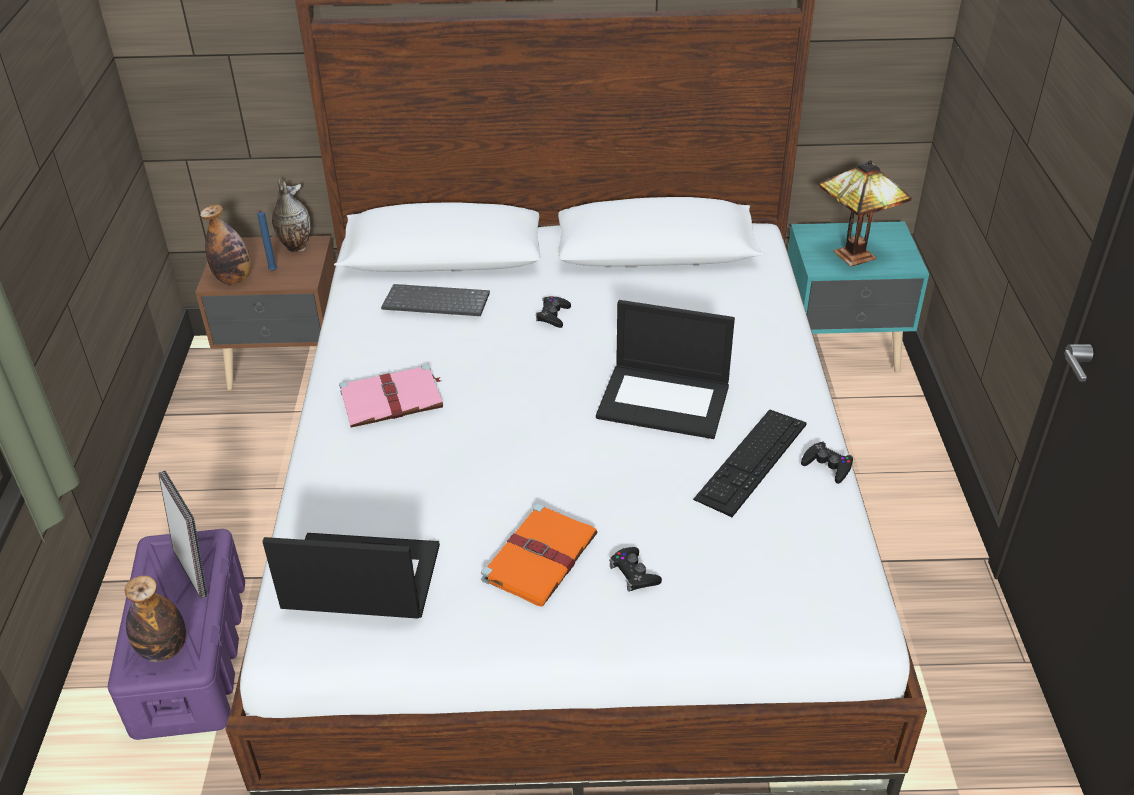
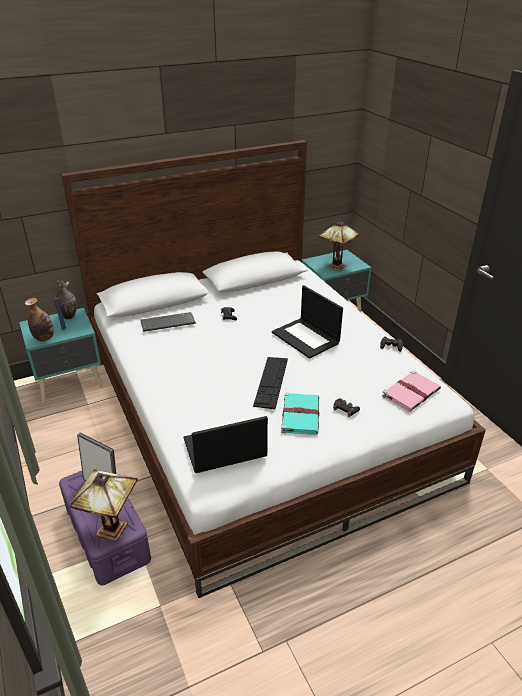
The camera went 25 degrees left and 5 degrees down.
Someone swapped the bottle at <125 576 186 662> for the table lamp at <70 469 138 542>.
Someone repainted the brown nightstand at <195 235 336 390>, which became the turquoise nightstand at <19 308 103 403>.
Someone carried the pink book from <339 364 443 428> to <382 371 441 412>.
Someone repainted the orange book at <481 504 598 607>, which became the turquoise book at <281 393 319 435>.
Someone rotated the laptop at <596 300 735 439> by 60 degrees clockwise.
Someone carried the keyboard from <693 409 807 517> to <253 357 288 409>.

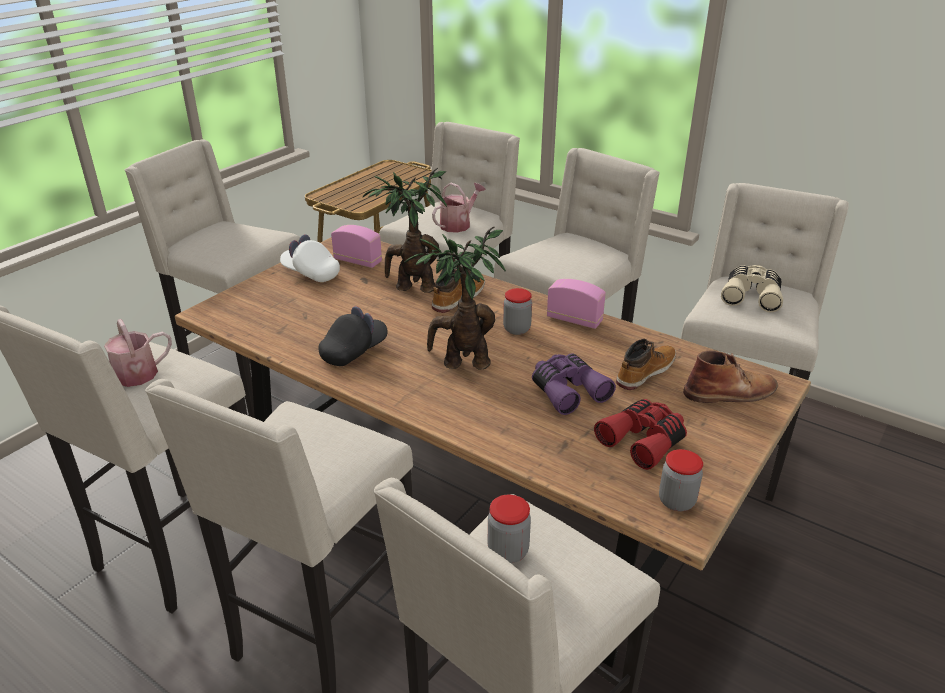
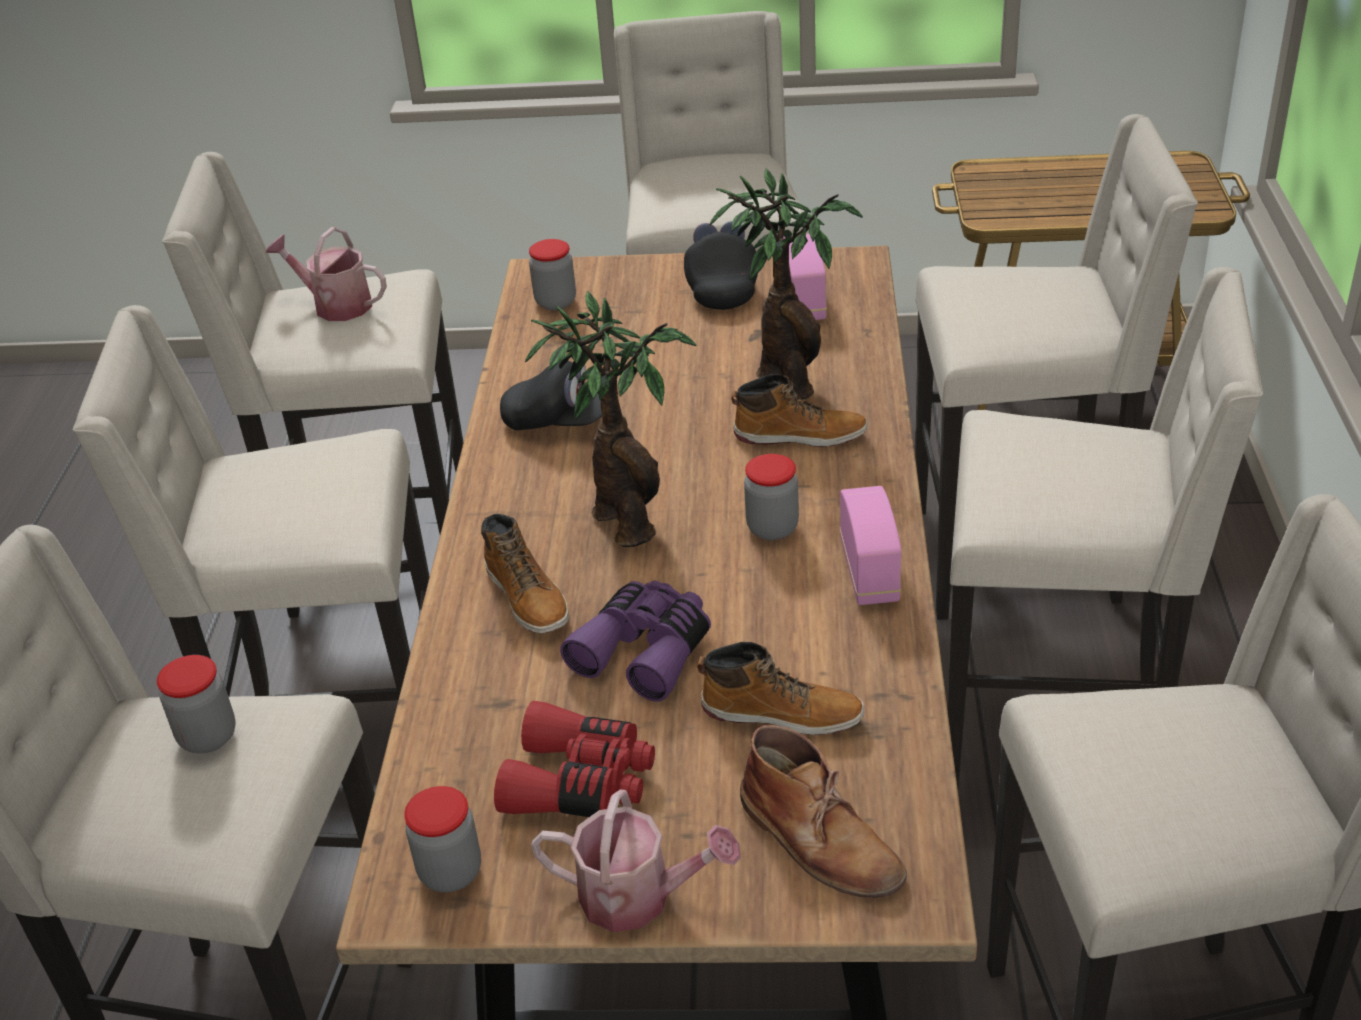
The camera went 60 degrees right and 5 degrees up.
Someone repainted the white cap at <280 234 340 282>, which became the black cap at <684 221 758 310>.
Someone carried the watering can from <432 183 486 233> to <531 789 741 932>.
Someone took away the beige binoculars at <721 265 783 312>.
Someone put down the boot at <481 514 569 633>.
Someone put down the jar at <529 239 576 310>.

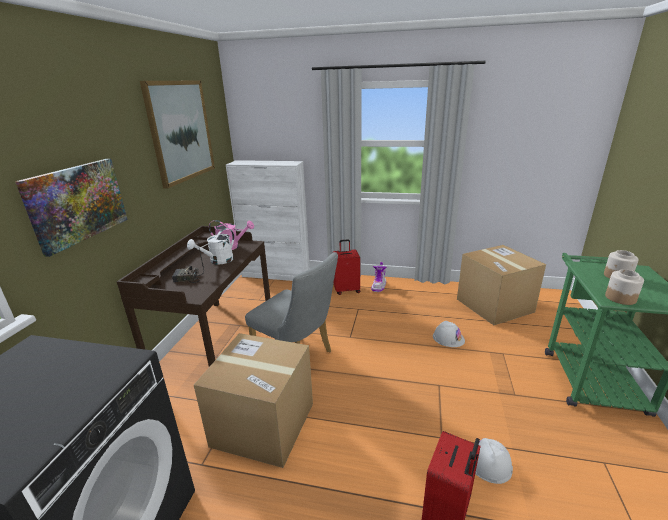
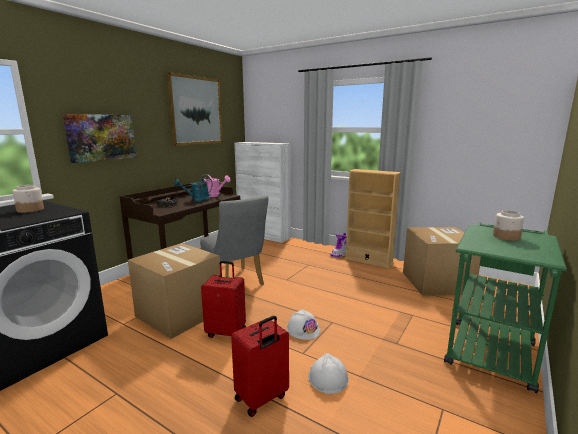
The camera went 20 degrees right and 10 degrees down.
Someone repainted the white watering can at <187 228 234 265>, which became the turquoise watering can at <174 177 213 202>.
Someone carried the red suitcase from <333 239 360 295> to <201 261 246 338>.
Someone carried the white hard hat from <433 321 465 347> to <287 309 320 340>.
Someone carried the jar from <605 269 644 305> to <12 185 44 213>.
Someone put down the beige bookcase at <345 169 401 269>.

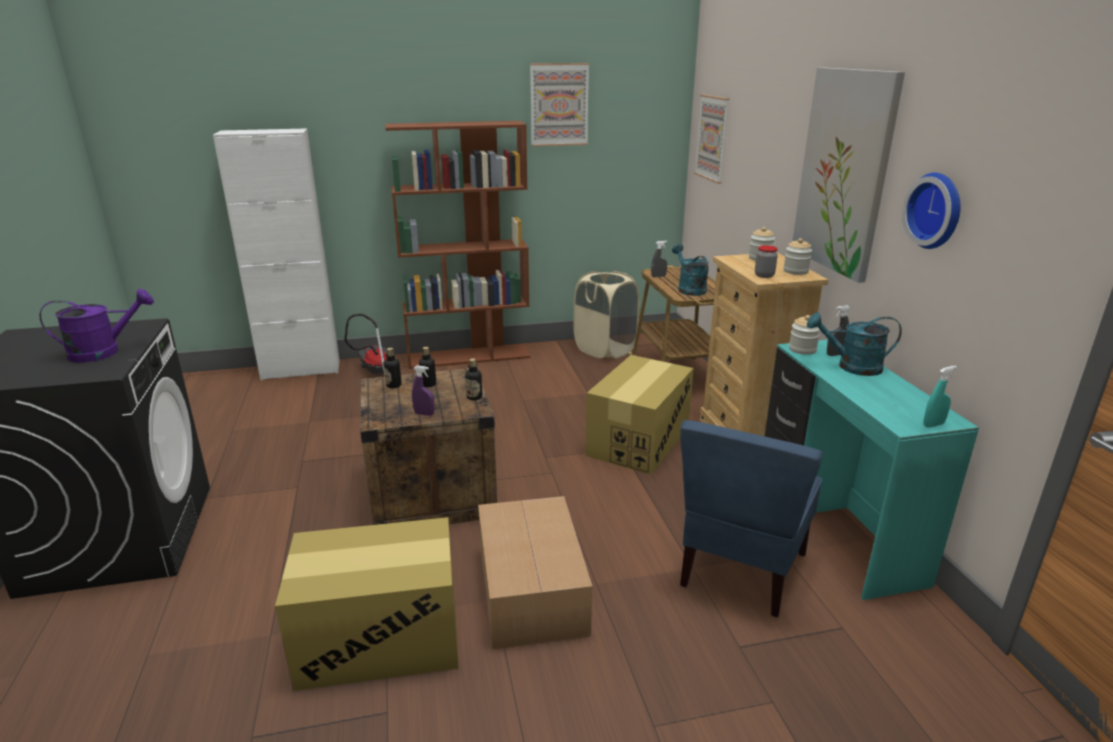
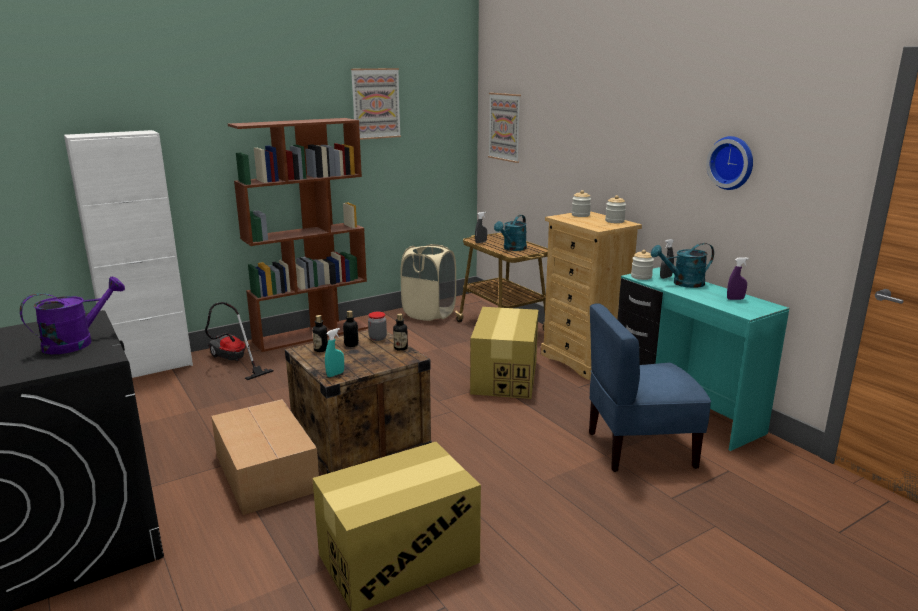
The camera went 20 degrees left and 5 degrees down.
Someone carried the purple spray bottle from <412 365 434 416> to <727 257 749 300>.
Someone carried the cardboard box from <478 496 592 649> to <211 399 319 515>.
Someone rotated the turquoise watering can at <672 244 709 296> by 105 degrees counterclockwise.
Someone rotated the blue chair at <680 420 823 617> by 75 degrees clockwise.
Someone carried the jar from <755 245 778 278> to <368 312 387 341>.
Someone took away the picture at <792 67 905 283>.
Someone carried the turquoise spray bottle from <923 366 957 428> to <325 328 344 377>.

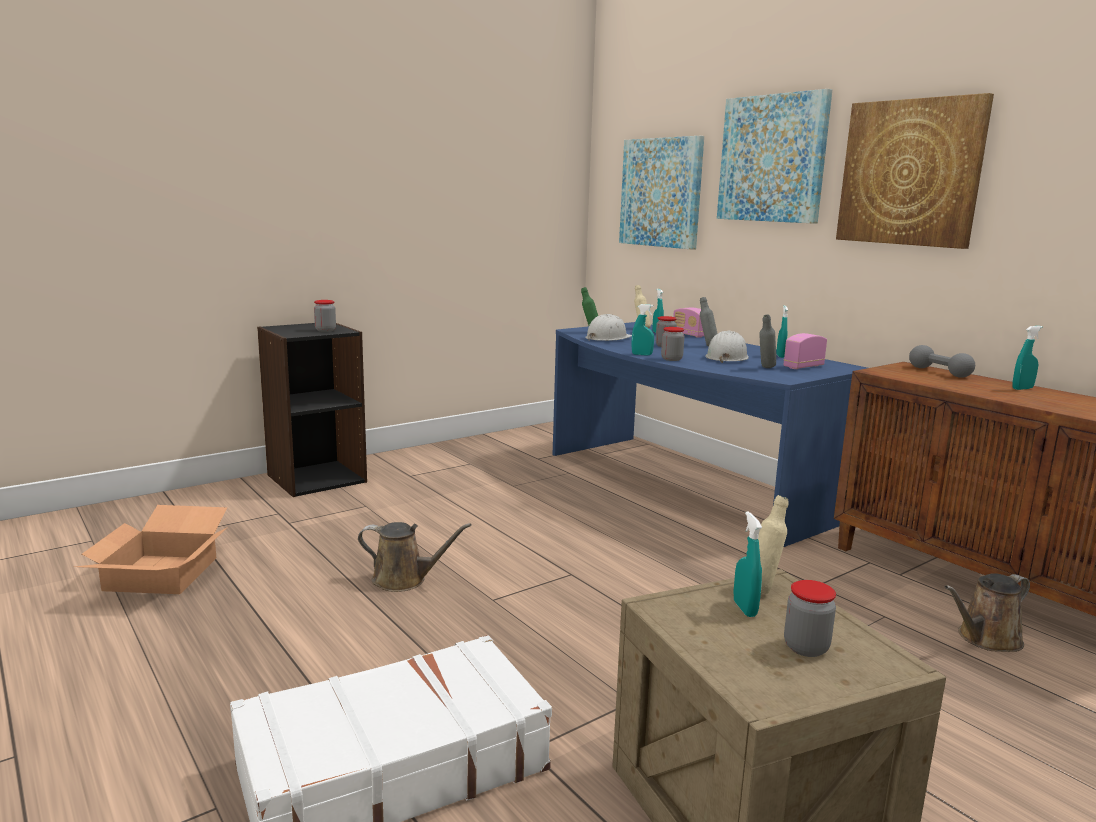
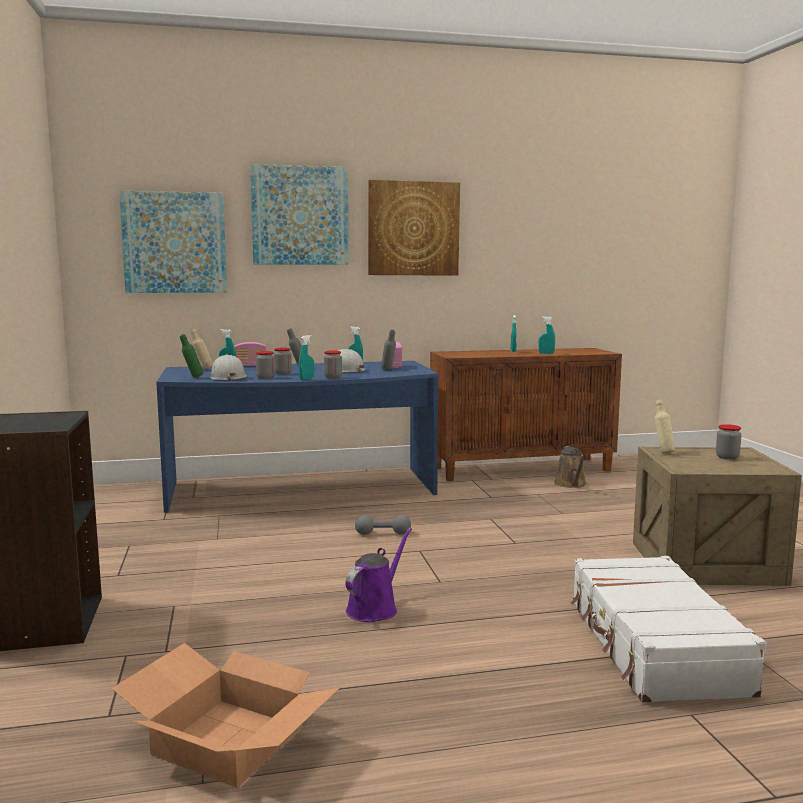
The camera went 65 degrees left and 5 degrees down.
Someone carried the jar from <314 300 336 332> to <256 351 275 379>.
Someone repainted the brown watering can at <358 522 472 592>, which became the purple watering can at <345 528 412 622>.
Someone carried the turquoise spray bottle from <734 511 762 617> to <539 316 555 354>.
Someone carried the grey dumbbell from <909 345 975 378> to <355 515 411 535>.

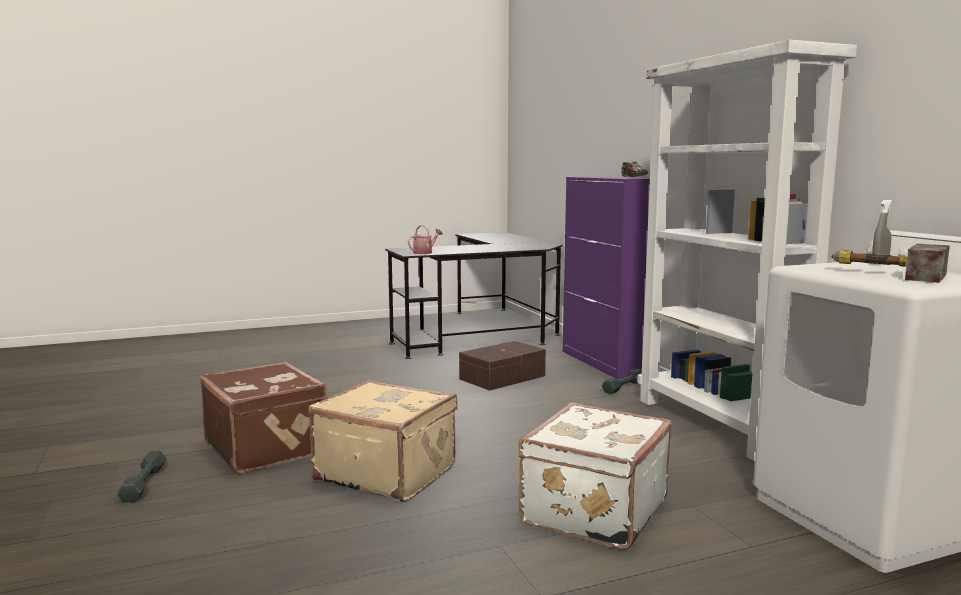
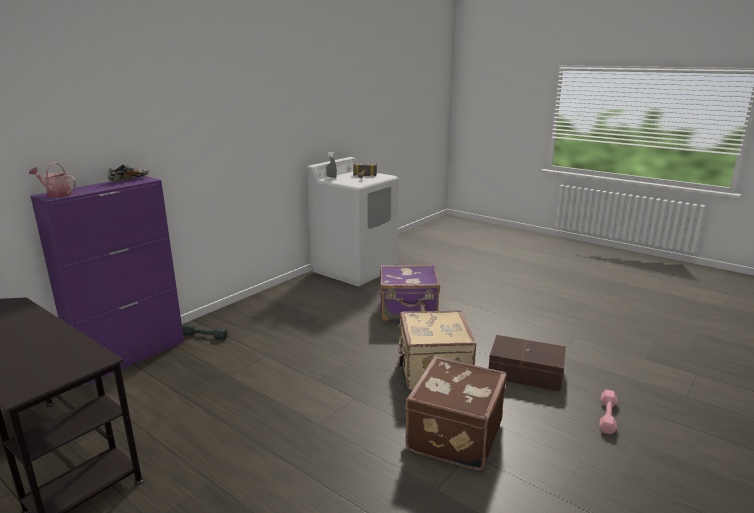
The camera went 120 degrees left and 10 degrees up.
Someone took away the grey dumbbell at <117 451 166 503>.
Someone carried the watering can from <408 225 443 254> to <29 162 76 198>.
Someone carried the brown storage box from <459 341 546 391> to <489 335 566 392>.
Someone repainted the white suitcase at <519 403 672 550>, which became the purple suitcase at <380 265 440 321>.
Someone took away the white bookcase at <637 40 857 461>.
Someone put down the pink dumbbell at <599 390 617 434>.

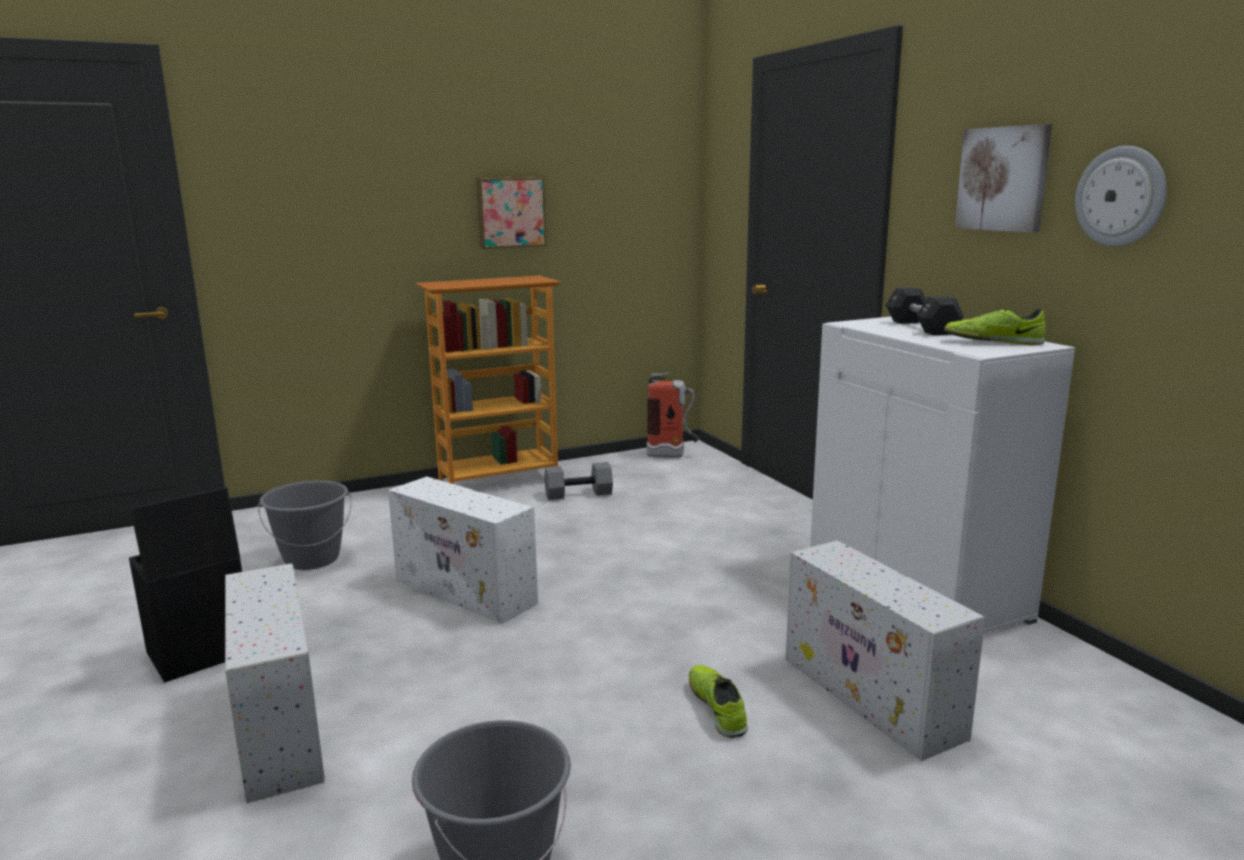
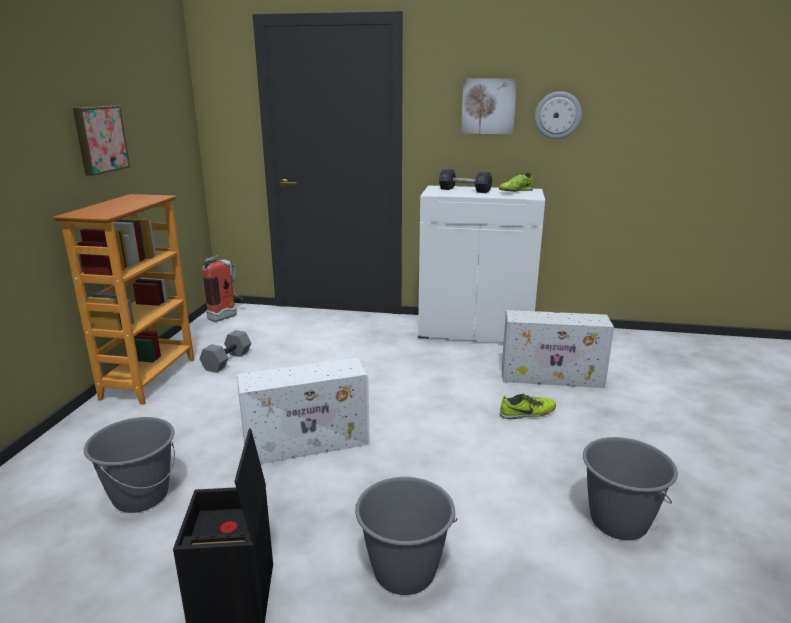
The camera went 55 degrees left and 5 degrees up.
Someone swapped the white storage box at <225 563 325 803> for the grey bucket at <355 477 457 595>.
Someone rotated the shoe at <689 665 748 738> by 150 degrees clockwise.

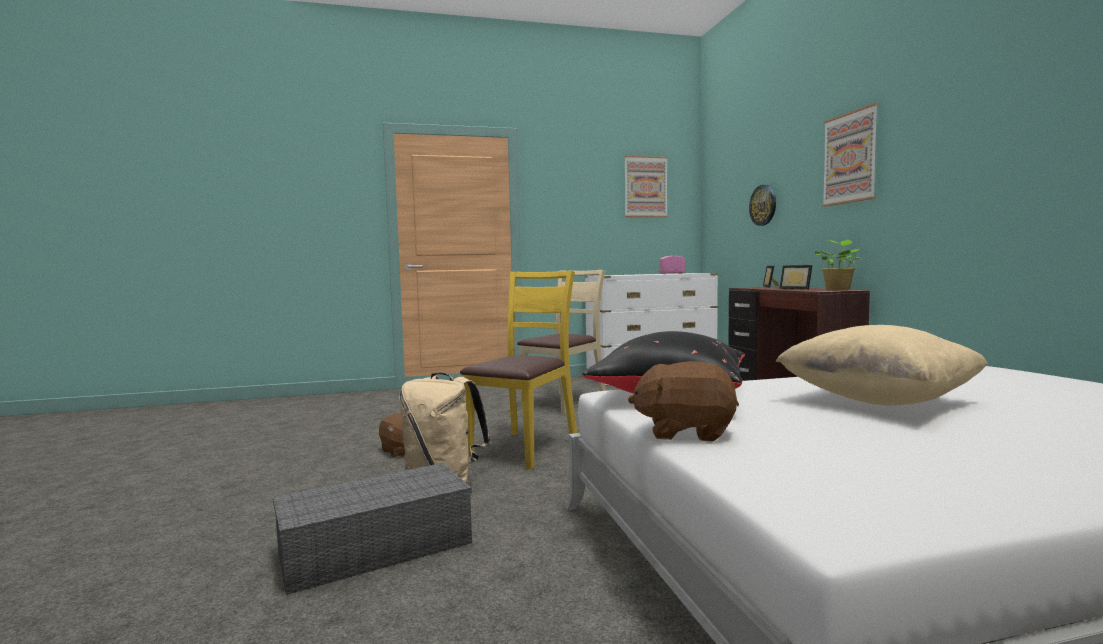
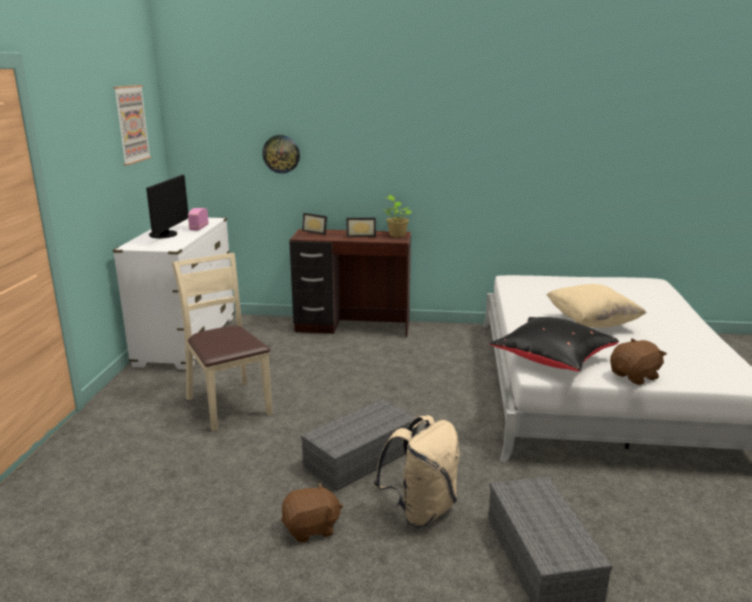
The camera went 70 degrees left and 15 degrees up.
Someone swapped the yellow chair at <460 271 577 470> for the grey storage box at <301 399 417 491>.
Someone rotated the brown plush toy at <628 361 739 442> by 150 degrees counterclockwise.
Someone took away the picture at <822 103 879 207>.
Someone put down the monitor at <146 175 188 238>.

